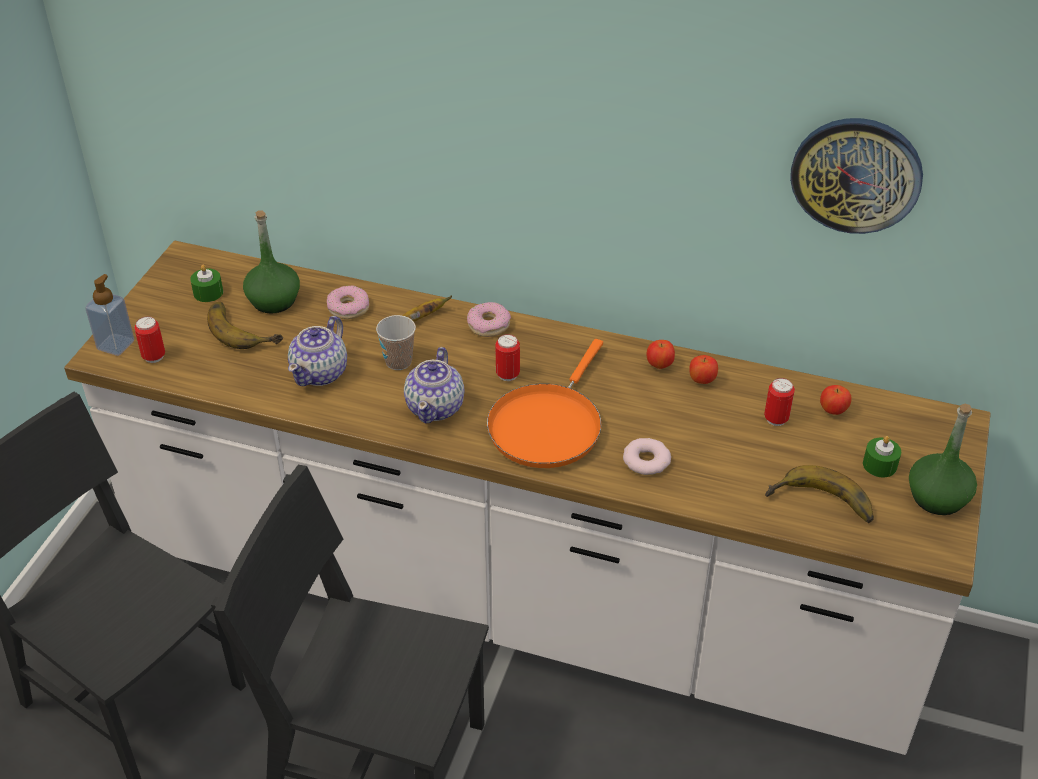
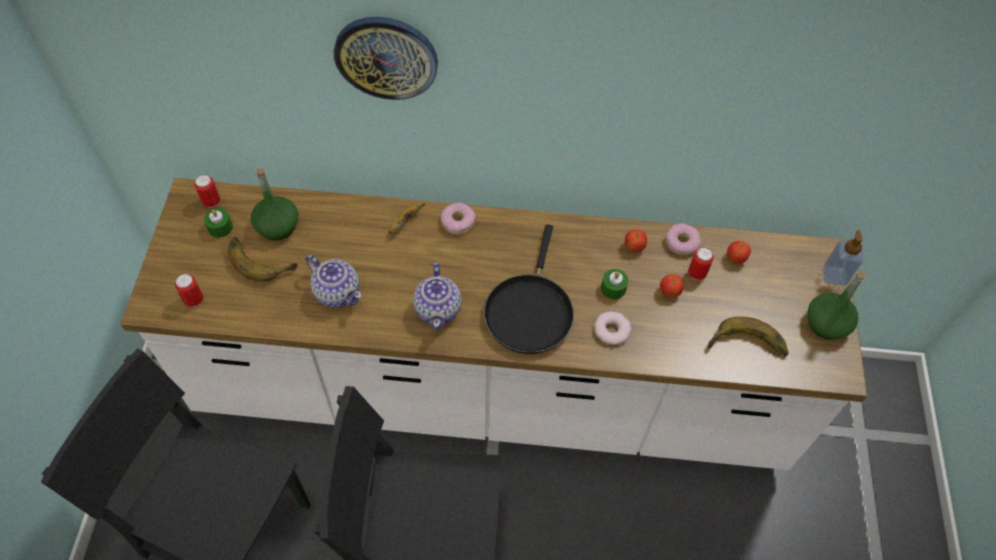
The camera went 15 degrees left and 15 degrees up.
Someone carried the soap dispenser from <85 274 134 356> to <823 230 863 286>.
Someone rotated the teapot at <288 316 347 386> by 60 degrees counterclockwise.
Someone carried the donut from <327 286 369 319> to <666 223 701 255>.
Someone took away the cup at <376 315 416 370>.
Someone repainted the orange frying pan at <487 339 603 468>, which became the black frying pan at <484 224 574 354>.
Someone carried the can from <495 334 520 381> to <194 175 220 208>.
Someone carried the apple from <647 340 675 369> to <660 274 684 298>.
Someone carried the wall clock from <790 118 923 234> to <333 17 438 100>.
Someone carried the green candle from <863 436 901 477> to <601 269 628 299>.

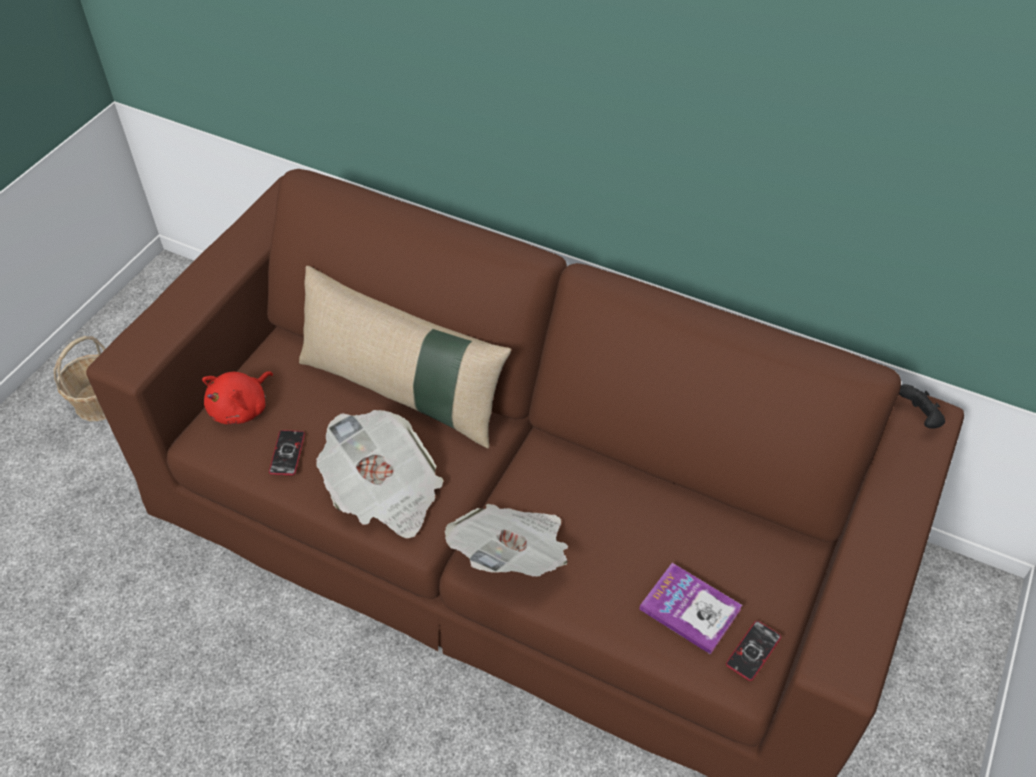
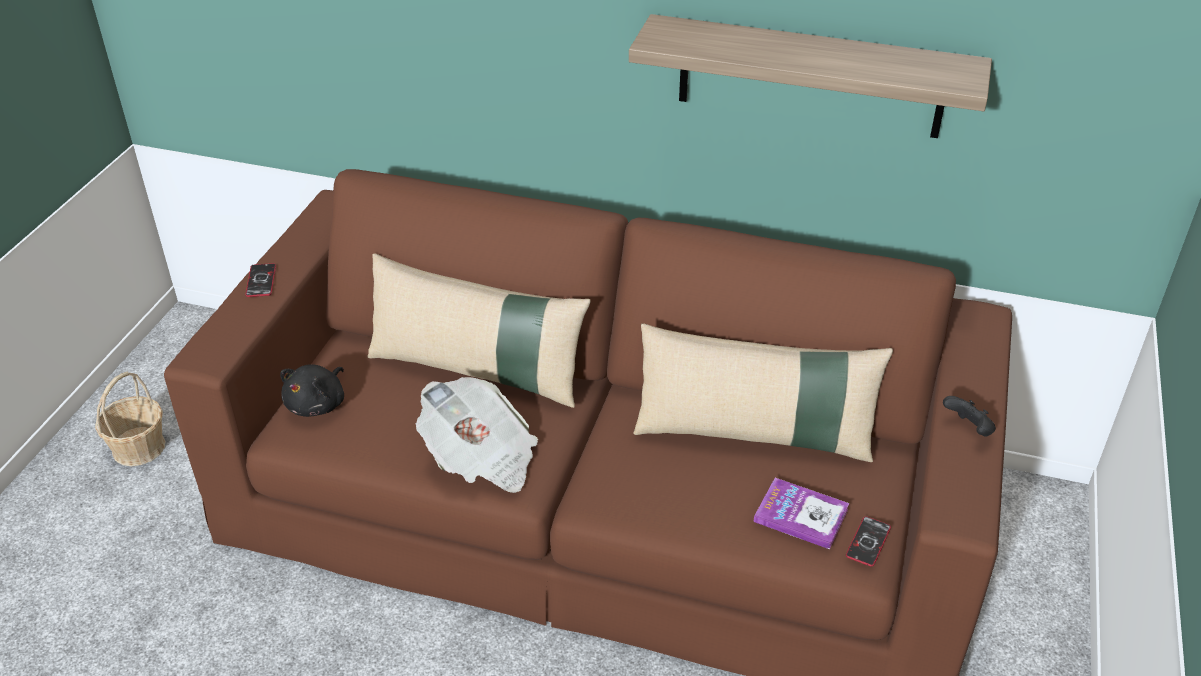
The camera went 10 degrees left and 10 degrees down.
Someone repainted the red plush toy at <202 371 273 424>, which became the black plush toy at <280 364 344 417>.
Someone carried the phone from <269 430 305 475> to <245 263 276 297>.
Someone took away the newspaper at <445 504 568 577>.
Someone carried the black game controller from <899 384 945 429> to <943 396 996 437>.
Someone put up the shelf at <629 14 992 138>.
Someone put down the beige pillow at <634 323 893 462>.

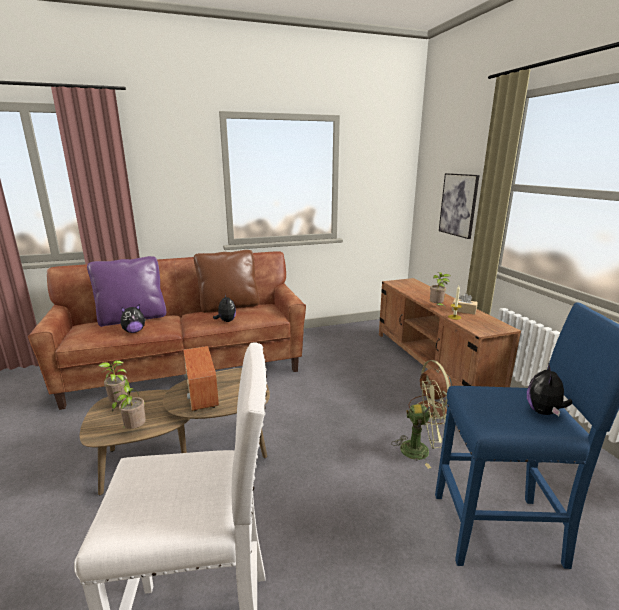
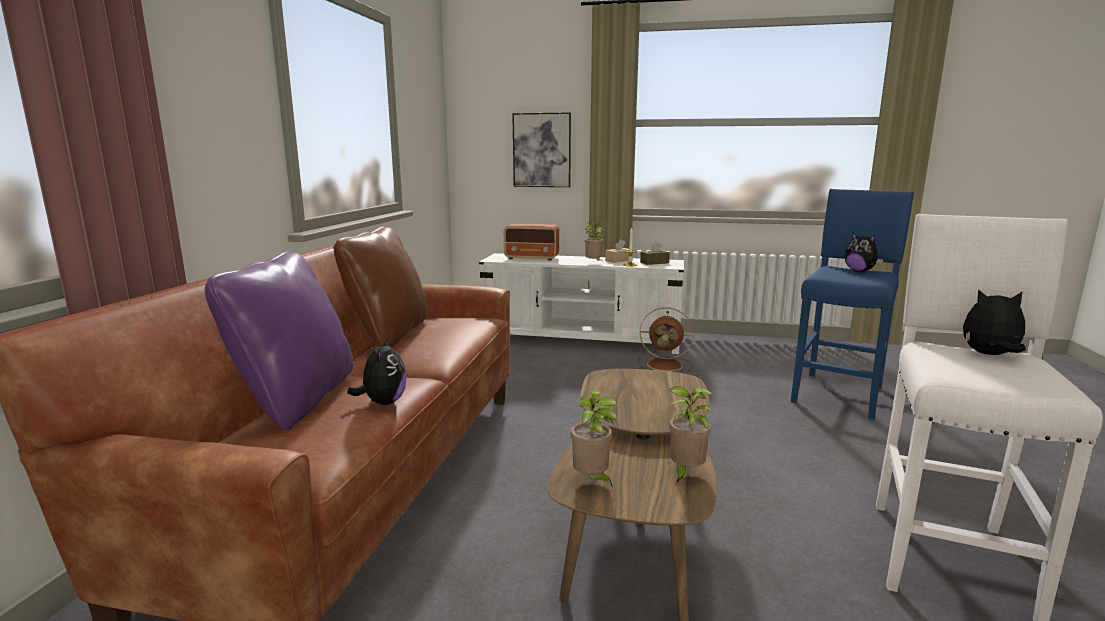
The camera went 60 degrees left and 5 degrees down.
Someone carried the radio from <183 346 219 412> to <504 224 559 261>.
Someone carried the plush toy from <213 294 236 322> to <963 289 1026 355>.
Someone repainted the brown tv stand at <379 278 521 387>, which became the white tv stand at <479 253 684 354>.
Someone took away the green fan at <391 381 446 469>.
Someone put down the brown tissue box at <640 241 670 265>.

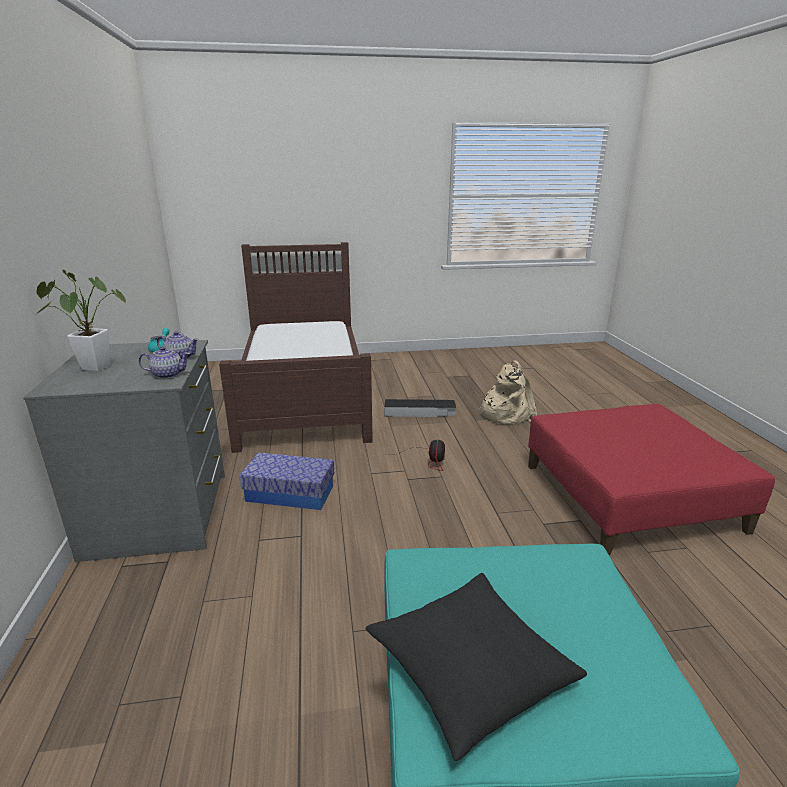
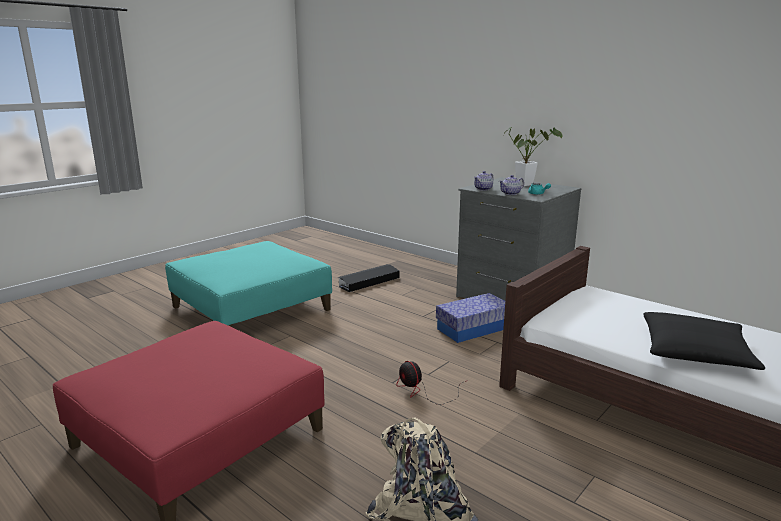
The camera went 140 degrees right and 5 degrees down.
Someone carried the black pillow from <366 573 587 761> to <643 312 765 370>.
Someone carried the black storage box from <384 399 456 417> to <337 264 400 292>.

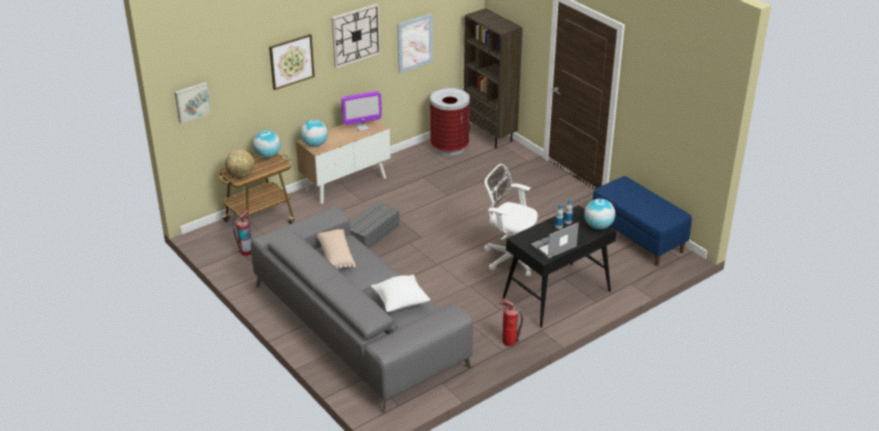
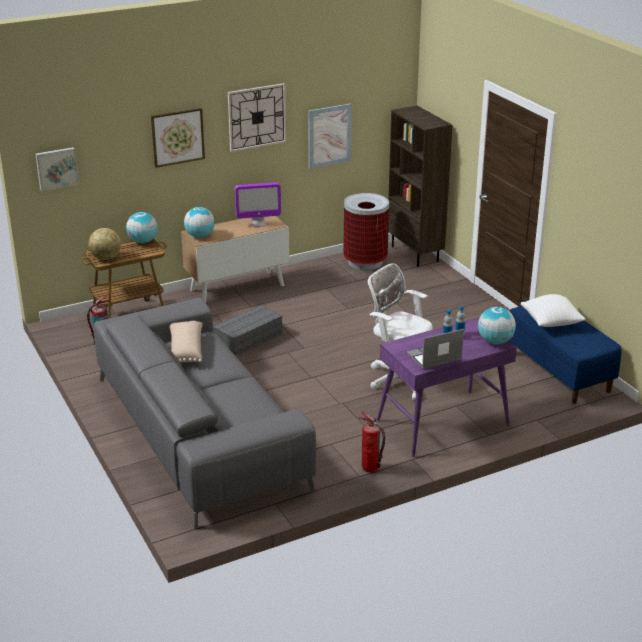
The camera went 10 degrees right and 5 degrees down.
Someone carried the white pillow from <371 275 430 312> to <521 294 586 327>.
Someone repainted the black desk at <503 205 617 328>, which became the purple desk at <377 317 517 457>.

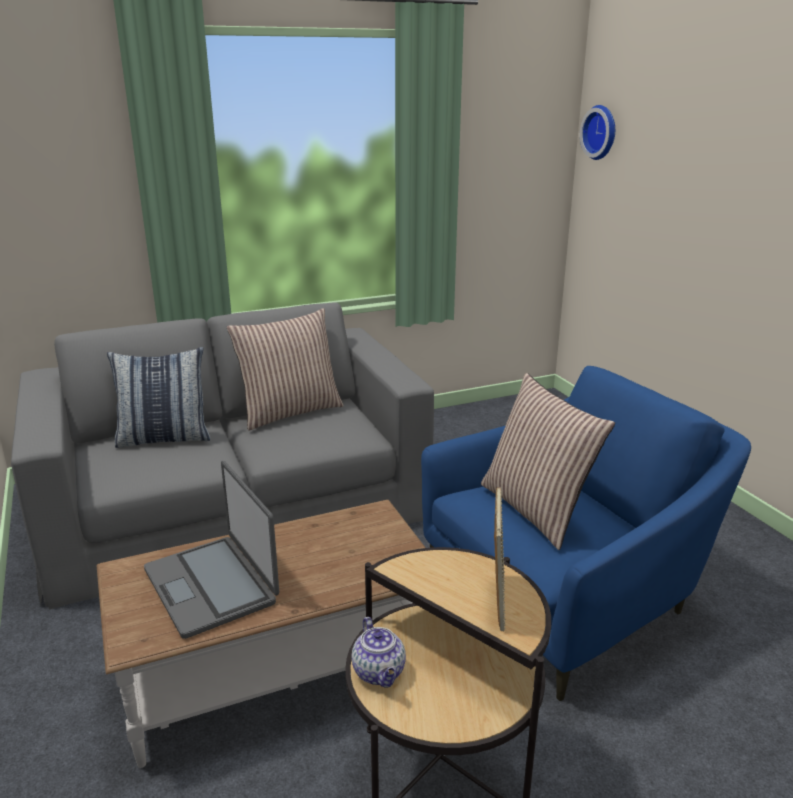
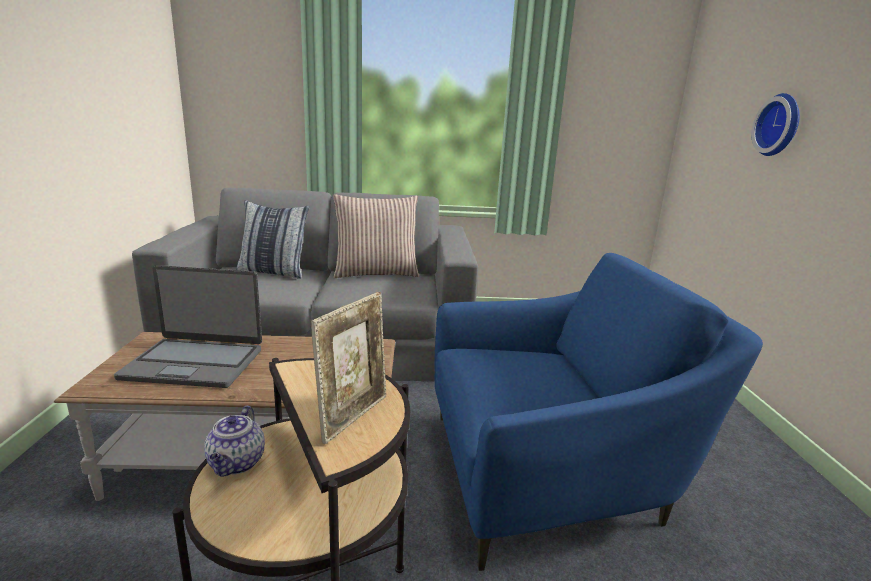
The camera went 20 degrees right and 5 degrees down.
Someone rotated the laptop at <144 461 279 639> by 75 degrees counterclockwise.
Someone took away the pillow at <481 373 615 550>.
Someone carried the wall clock from <580 105 615 160> to <751 93 800 156>.

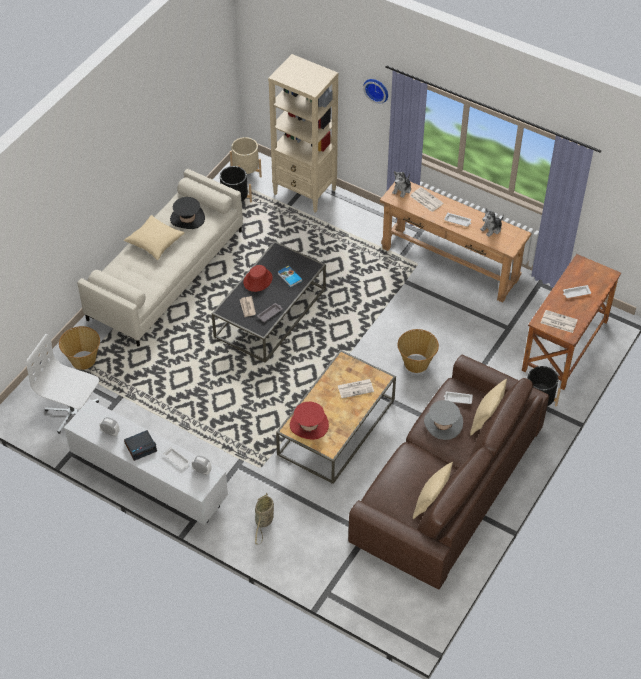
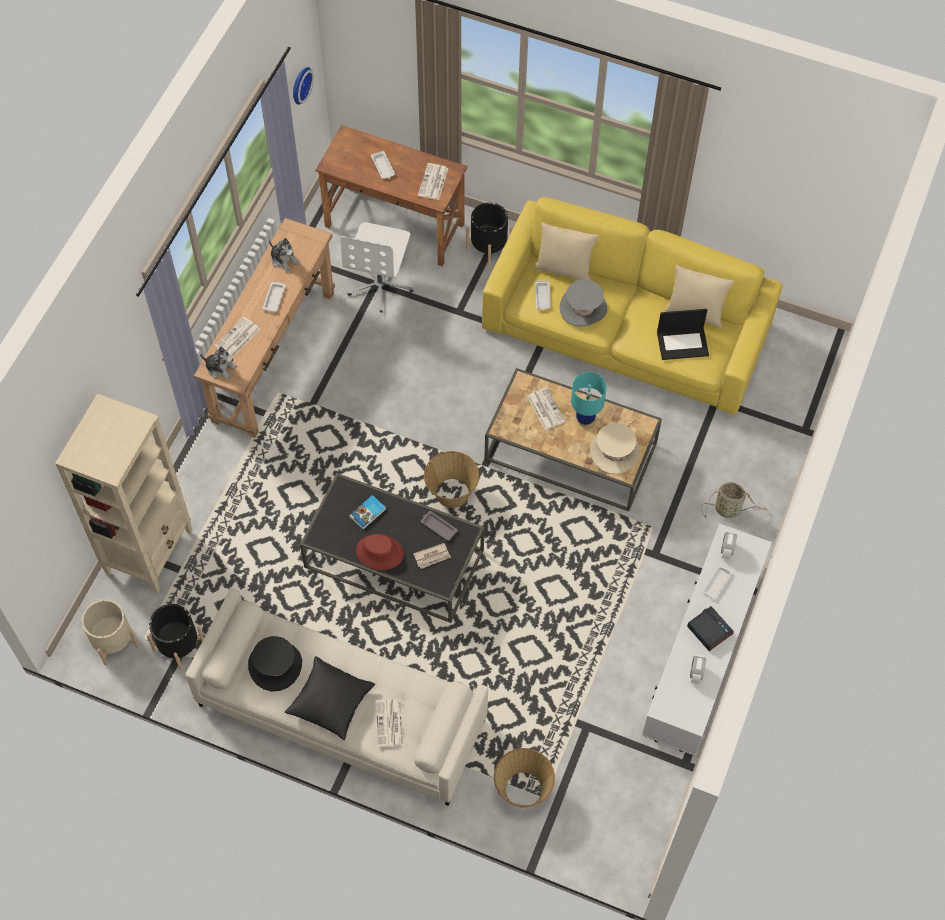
The camera went 100 degrees left and 10 degrees up.
Someone carried the white office chair from <27 334 99 434> to <341 222 414 313>.
Someone repainted the beige pillow at <124 215 185 260>, which became the black pillow at <285 656 375 740>.
Someone repainted the red hat at <290 402 329 440>, which became the beige hat at <590 423 640 474>.
Someone repainted the brown sofa at <348 355 549 590>, which became the yellow sofa at <482 197 782 415>.
Someone carried the wall clock from <363 79 388 104> to <293 67 314 105>.
Someone carried the basket from <398 329 439 373> to <424 451 479 508>.
Someone put down the newspaper at <376 699 403 747>.
Someone put down the turquoise table lamp at <571 372 607 426>.
Someone put down the laptop at <657 309 709 360>.

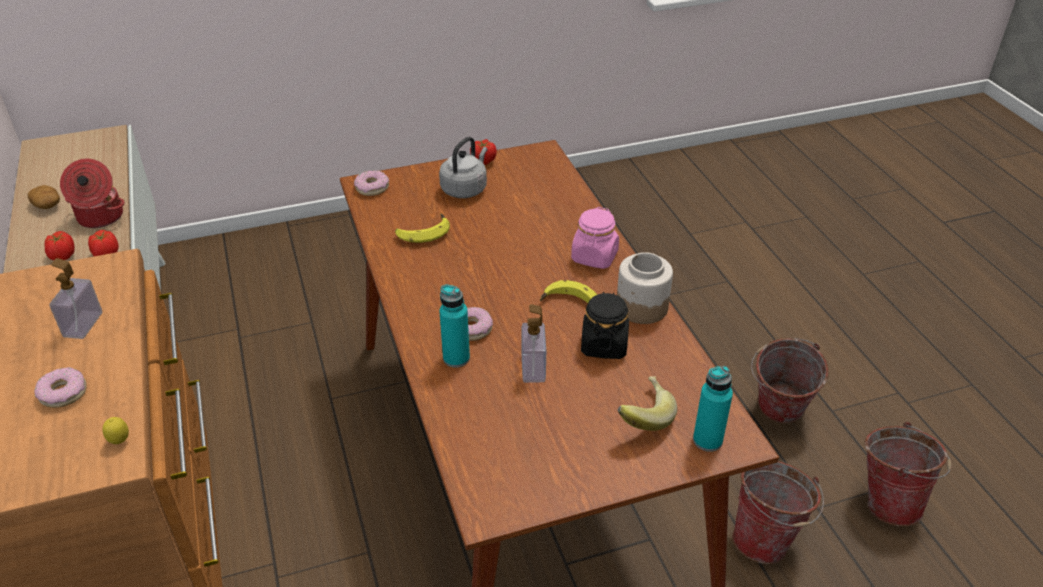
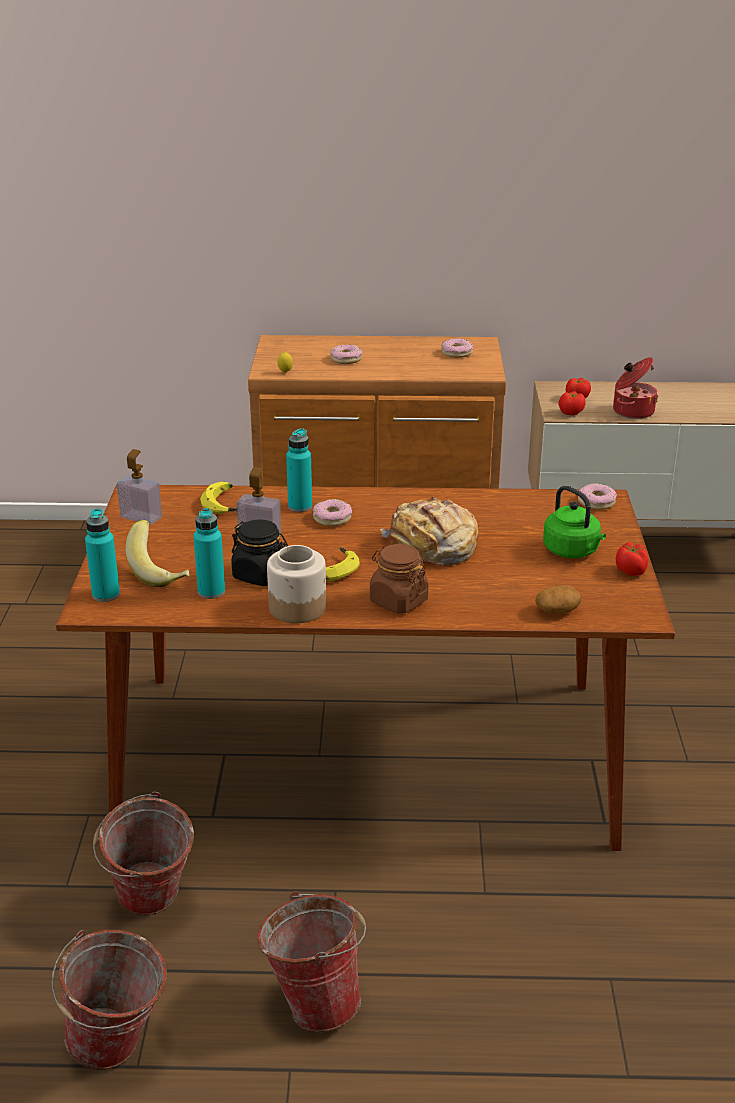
The camera went 110 degrees right and 10 degrees down.
Someone carried the potato from <28 185 60 209> to <535 585 581 614>.
Someone carried the soap dispenser from <49 258 102 339> to <117 449 162 525>.
Someone carried the banana from <395 213 450 243> to <200 482 237 514>.
Someone repainted the grey kettle at <439 137 487 198>, which became the green kettle at <543 486 606 558>.
Someone repainted the pink jar at <571 207 619 269>, which became the brown jar at <370 544 428 614>.
Someone put down the turquoise bottle at <193 508 225 599>.
Someone put down the bread at <380 497 479 566>.
Someone put down the donut at <441 338 473 358>.

